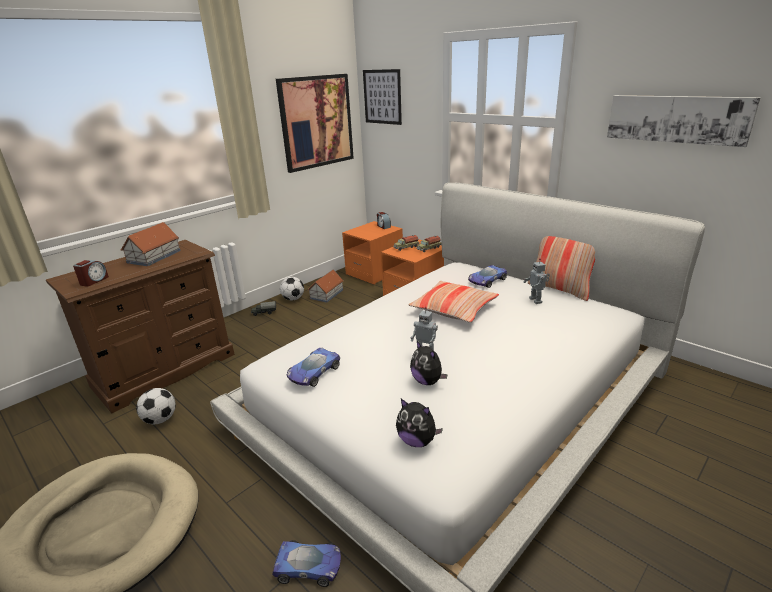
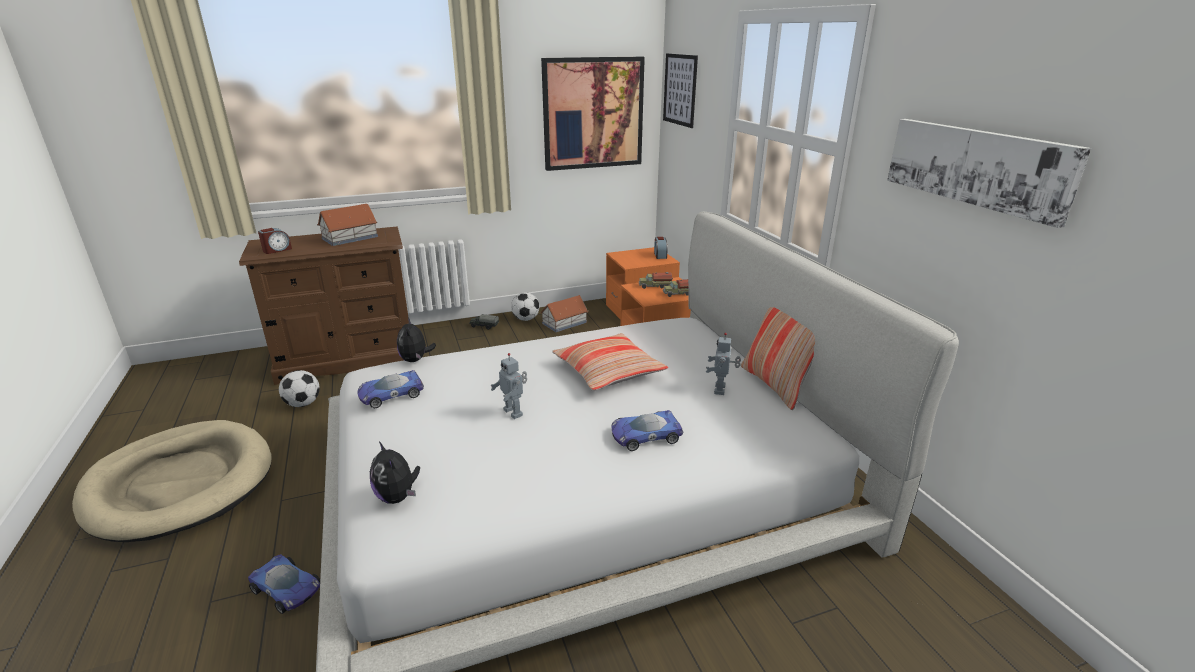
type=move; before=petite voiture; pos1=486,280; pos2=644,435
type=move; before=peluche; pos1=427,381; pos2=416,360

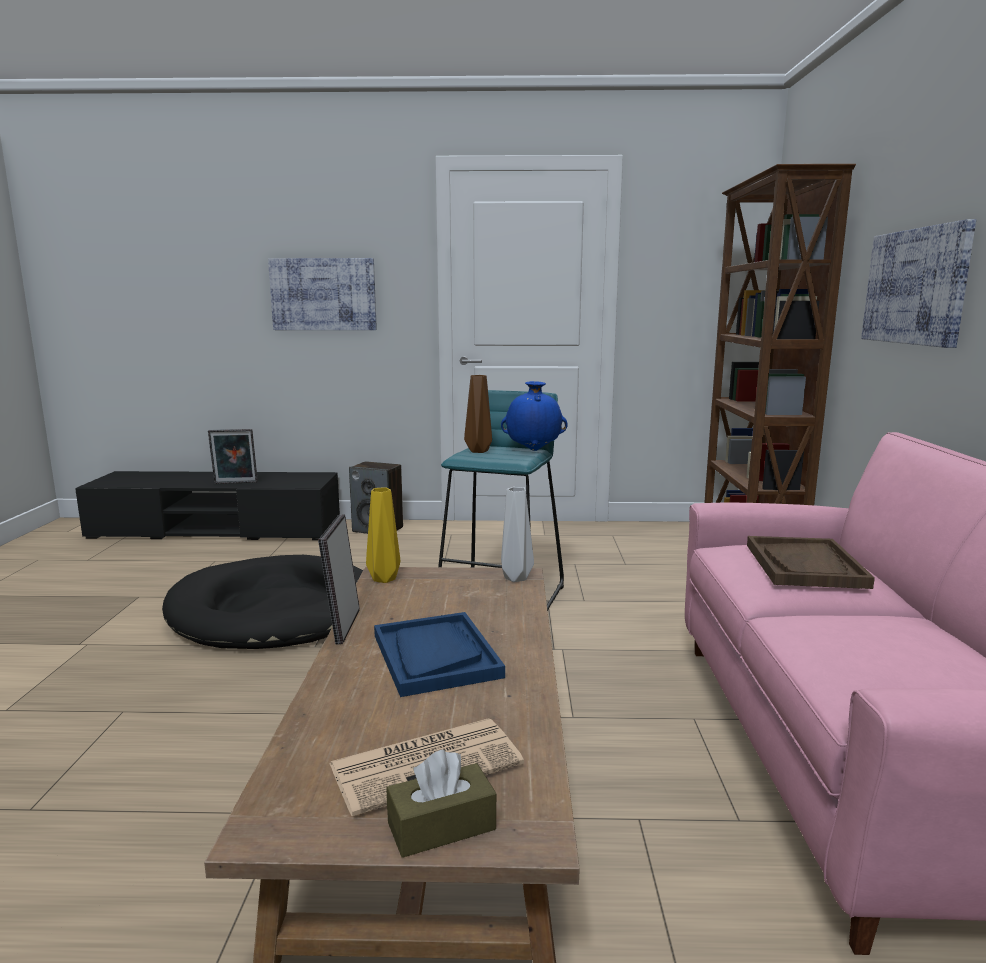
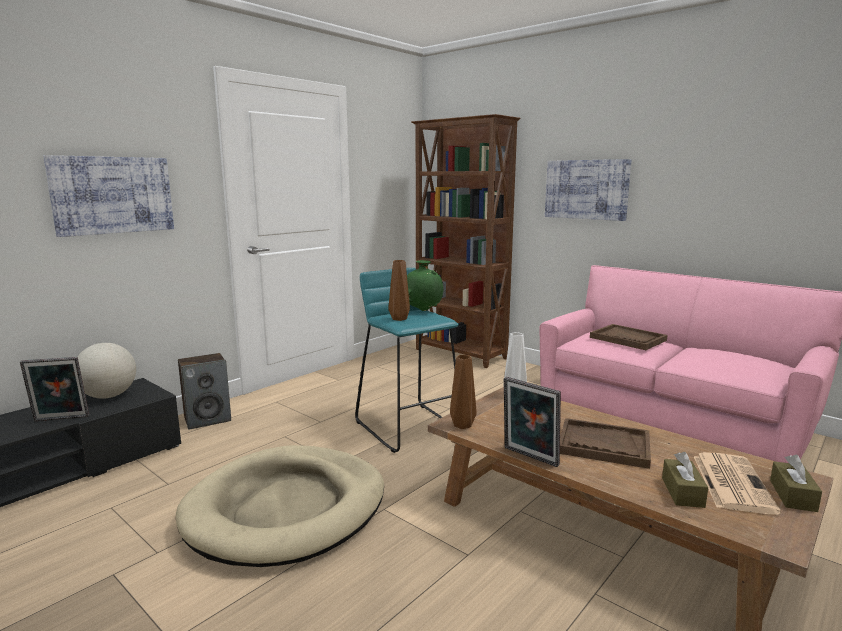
type=recolor; before=vase/bleu; after=vase/vert; pos1=534,450; pos2=423,310
type=rotate; before=cadre photo; pos1=235,483; pos2=60,419; turn=45
type=recolor; before=vase/jaune; after=vase/marron; pos1=383,579; pos2=463,426
type=recolor; before=panier pour chien/noir; after=panier pour chien/beige; pos1=276,611; pos2=287,509
type=recolor; before=plateau/bleu; after=plateau/marron; pos1=435,656; pos2=603,445
type=insert; after=globe; pos2=108,396
type=insert; after=boîte à mouchoirs/marron; pos2=682,492

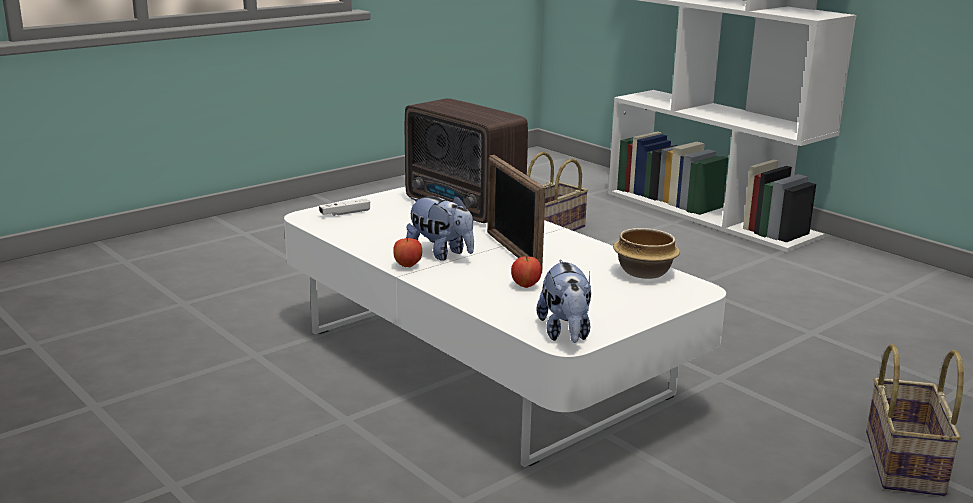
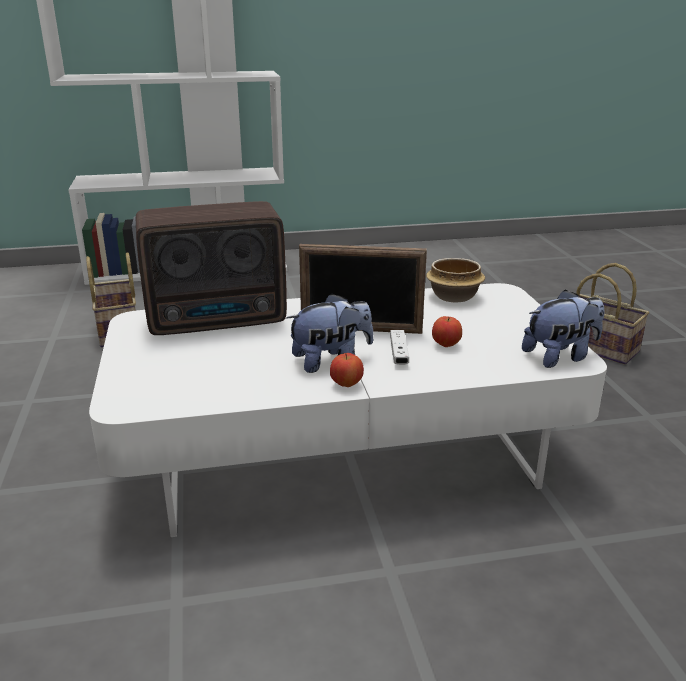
type=move; before=manette/blanc; pos1=345,213; pos2=399,354
type=rotate; before=peluche; pos1=565,333; pos2=560,356; turn=-45

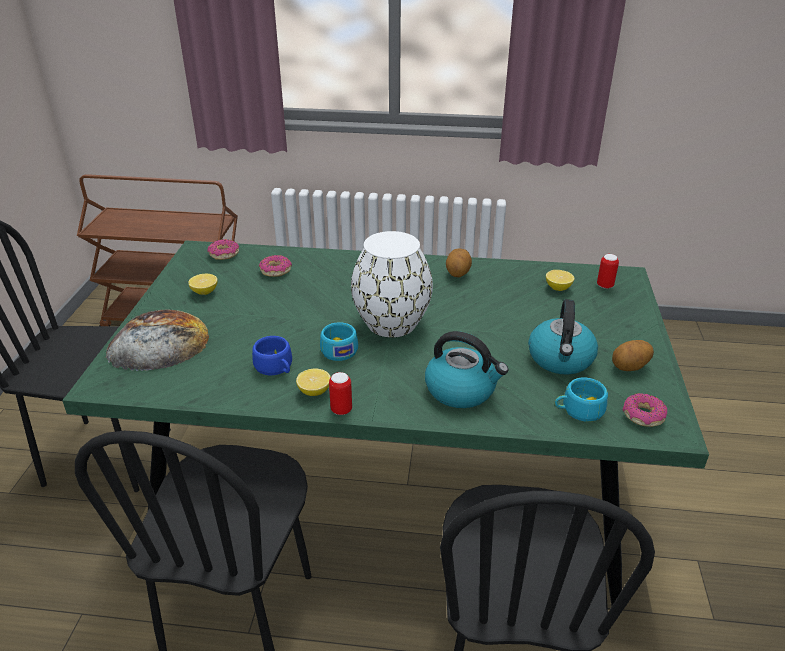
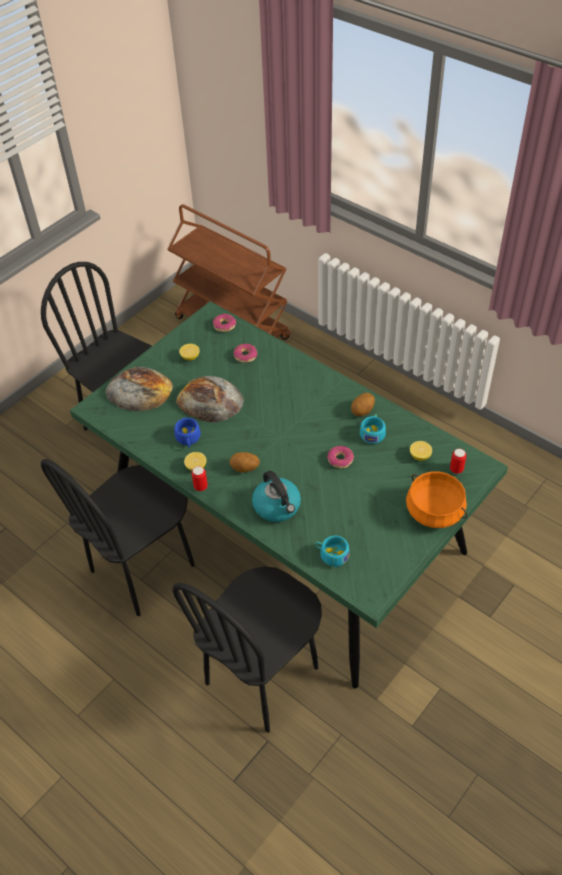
type=delete; before=vase/blanc; pos1=392,324
type=delete; before=bouilloire; pos1=561,359
type=move; before=tasse/turquoise; pos1=338,349; pos2=372,433
type=move; before=pomme de terre; pos1=630,367; pos2=245,468
type=move; before=beignet; pos1=643,416; pos2=340,460
type=insert; after=pain; pos2=210,400
type=insert; after=marmite/orange; pos2=435,511

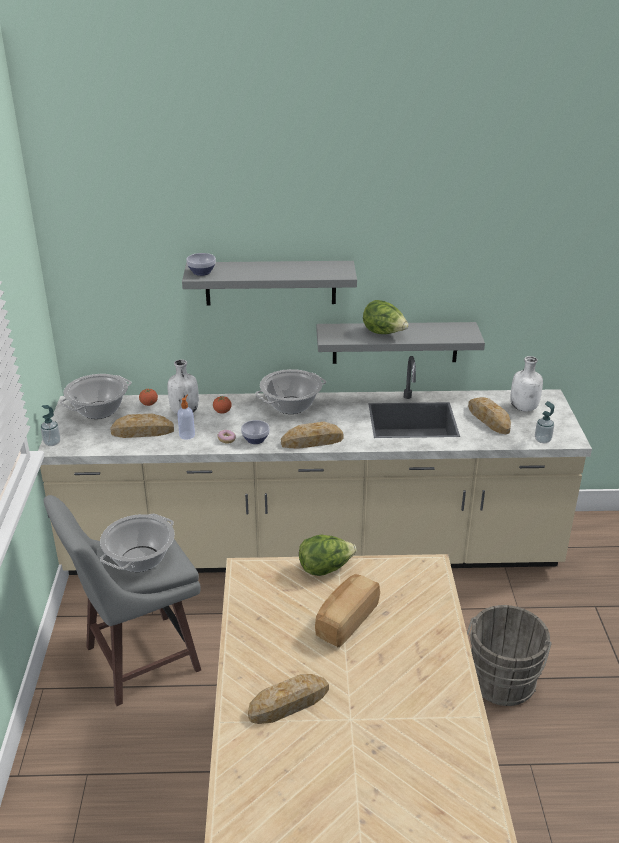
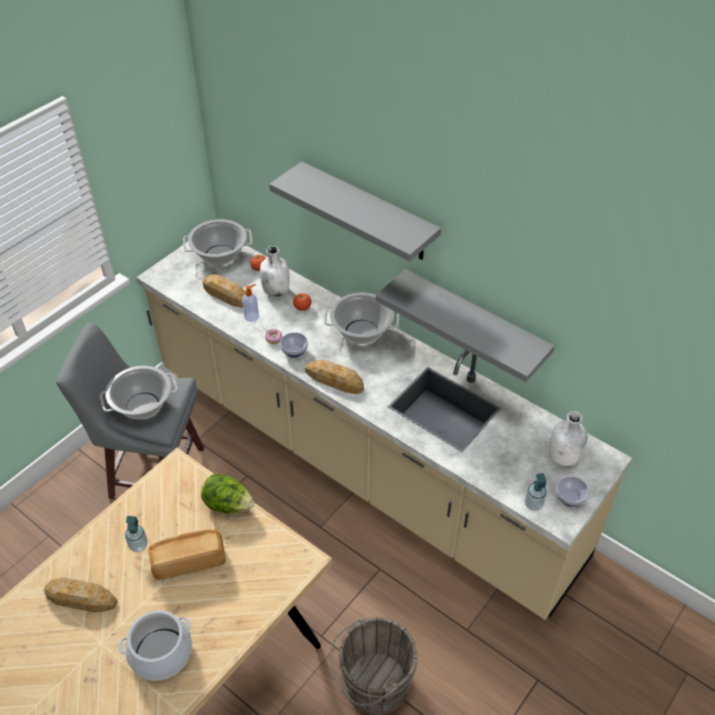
type=move; before=bol; pos1=202,272; pos2=570,498
type=delete; before=laitue; pos1=384,333
type=delete; before=pain; pos1=489,419
type=move; before=distributeur de savon; pos1=52,443; pos2=138,545
type=insert; after=marmite; pos2=161,653

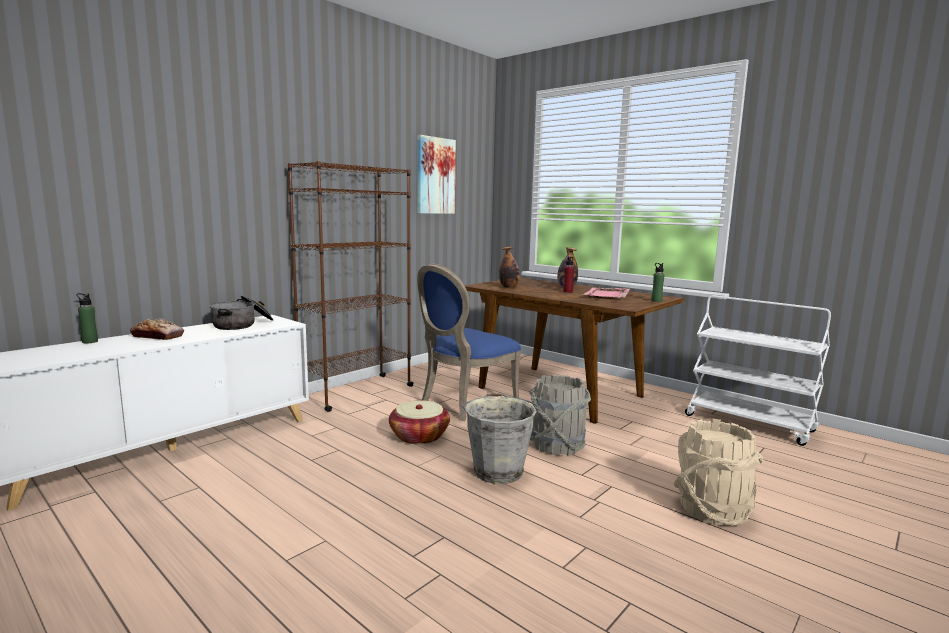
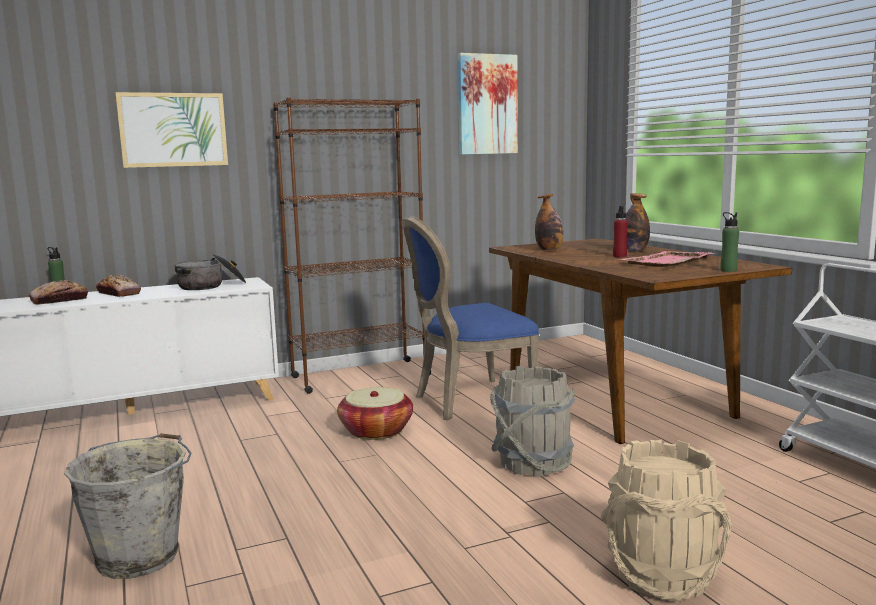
type=move; before=seau/gris; pos1=498,471; pos2=140,556
type=insert; after=tableau; pos2=173,130
type=insert; after=pain; pos2=59,300

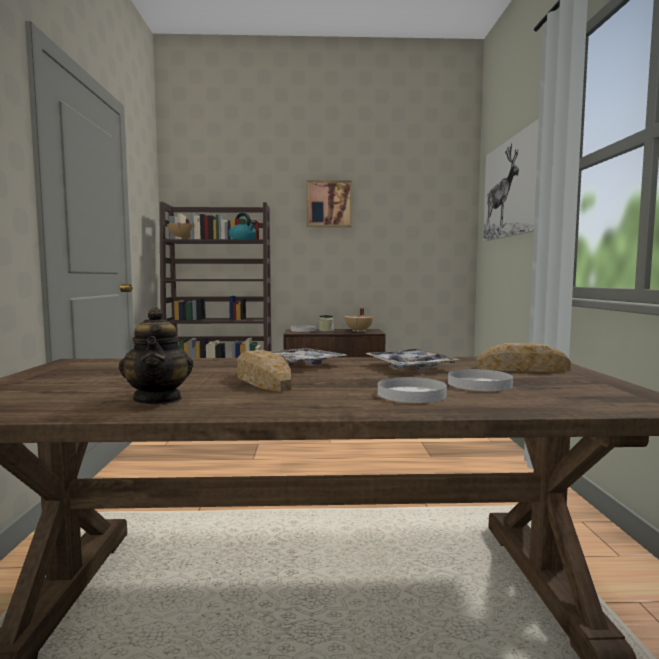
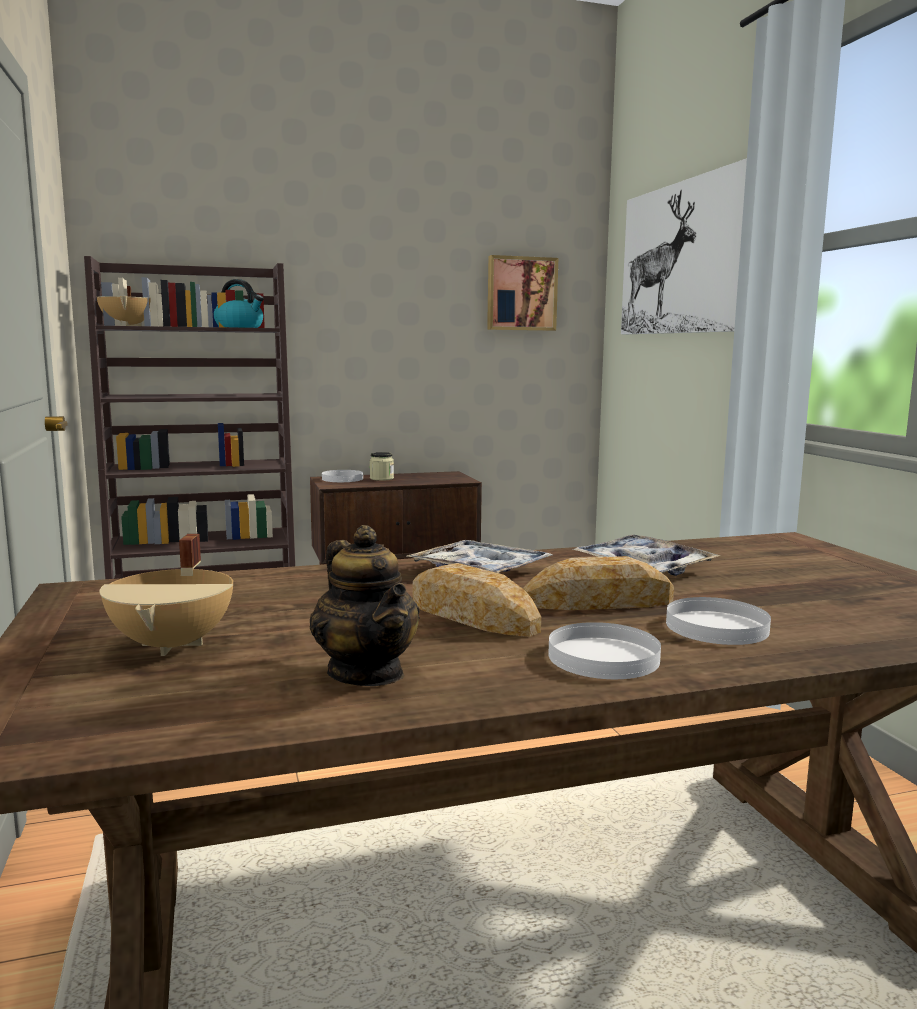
type=move; before=tableau; pos1=329,204; pos2=521,294
type=move; before=marmite/beige; pos1=359,331; pos2=175,644
type=move; before=pain; pos1=522,368; pos2=598,601
type=move; before=assiette/blanc; pos1=479,384; pos2=603,657

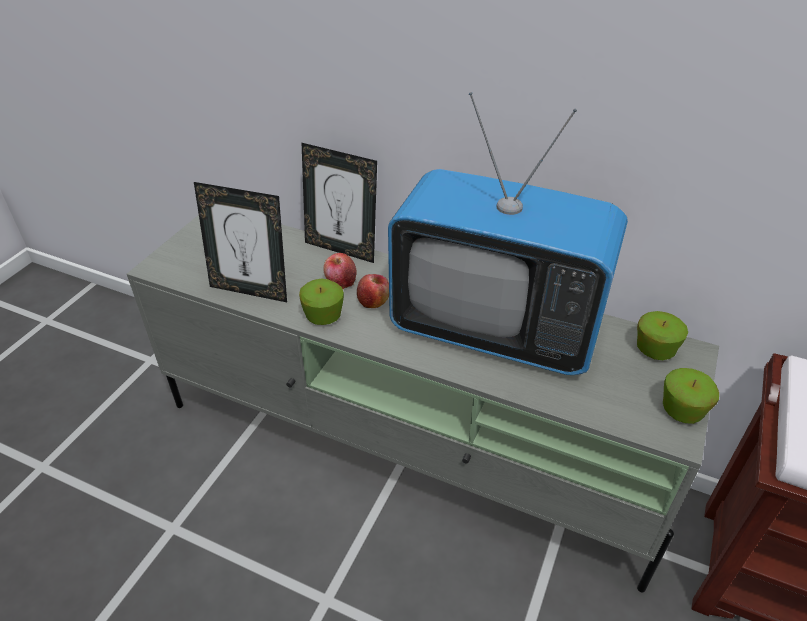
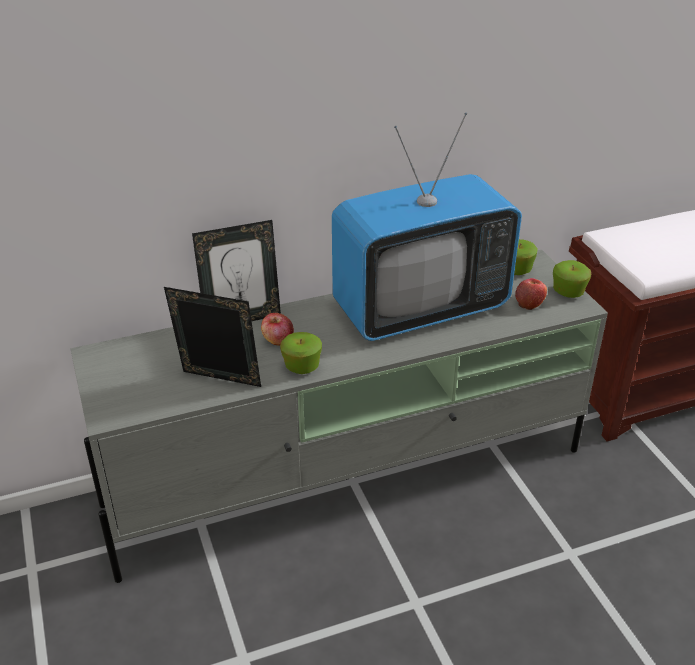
type=rotate; before=cadre photo; pos1=251,290; pos2=219,383; turn=-135
type=move; before=pomme; pos1=373,302; pos2=529,303

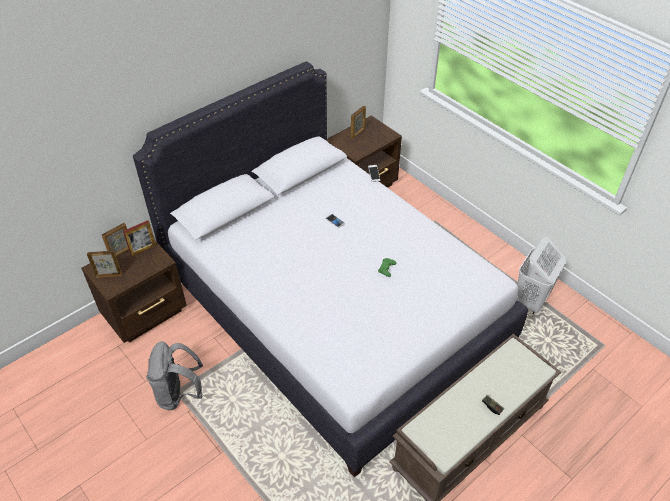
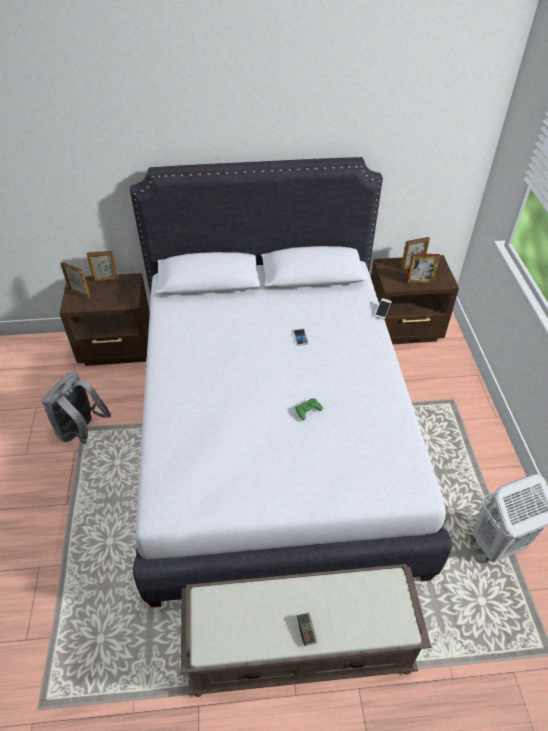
type=move; before=cadre photo; pos1=143,250; pos2=420,282

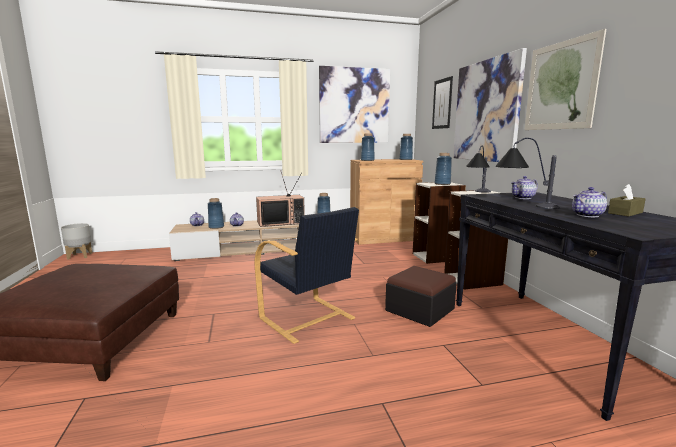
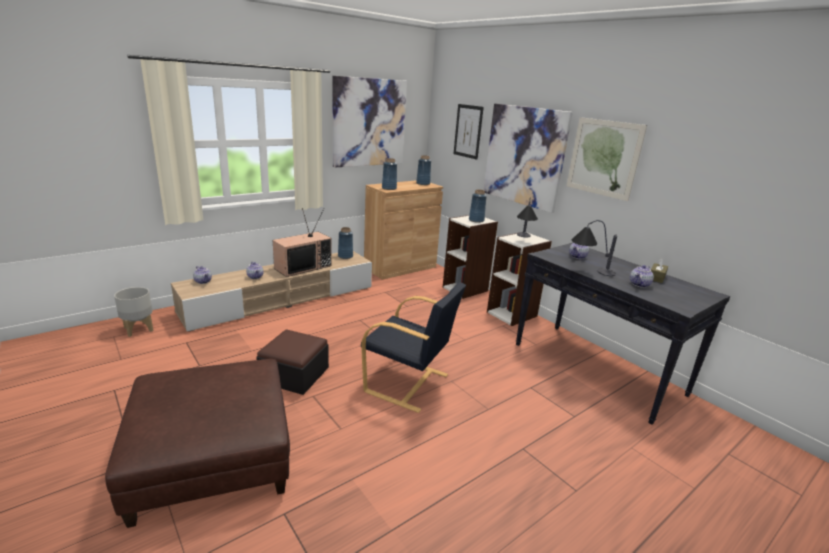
type=delete; before=vase/bleu; pos1=216,227
type=move; before=cache-pot/gris; pos1=80,256; pos2=139,329
type=move; before=pouf; pos1=420,310; pos2=294,375

